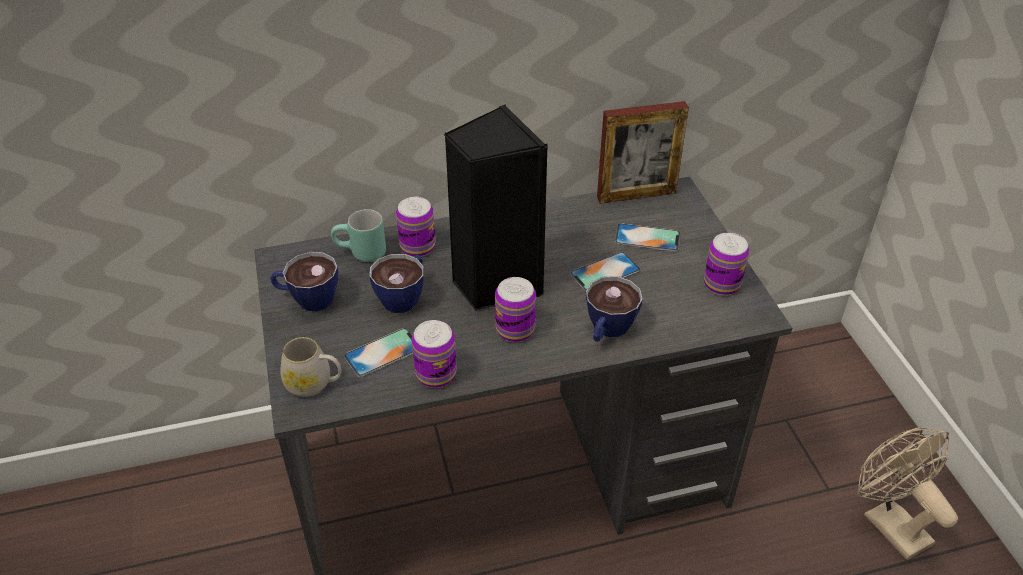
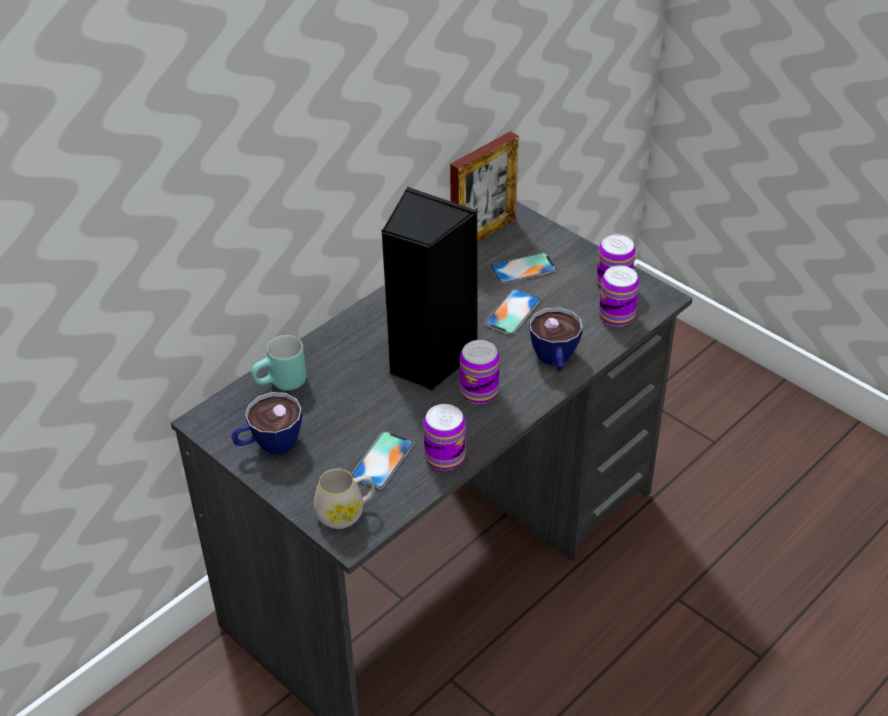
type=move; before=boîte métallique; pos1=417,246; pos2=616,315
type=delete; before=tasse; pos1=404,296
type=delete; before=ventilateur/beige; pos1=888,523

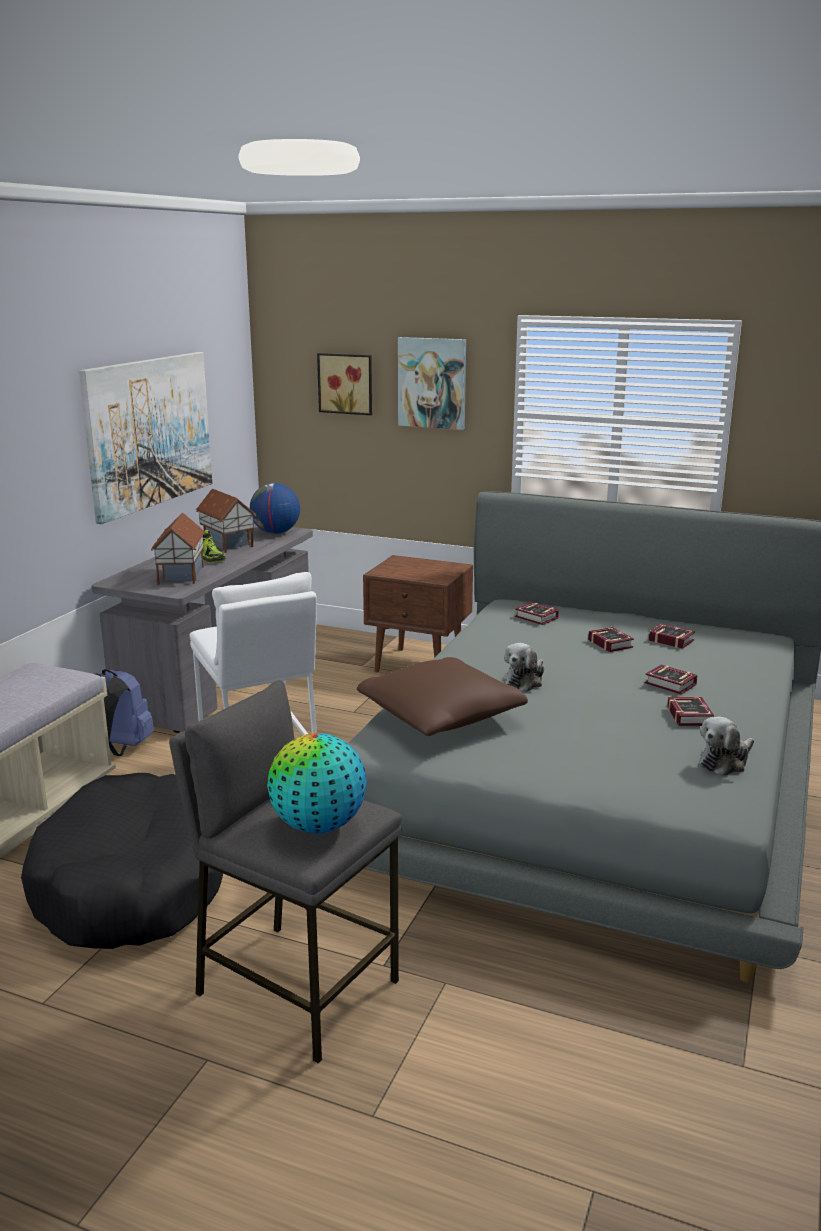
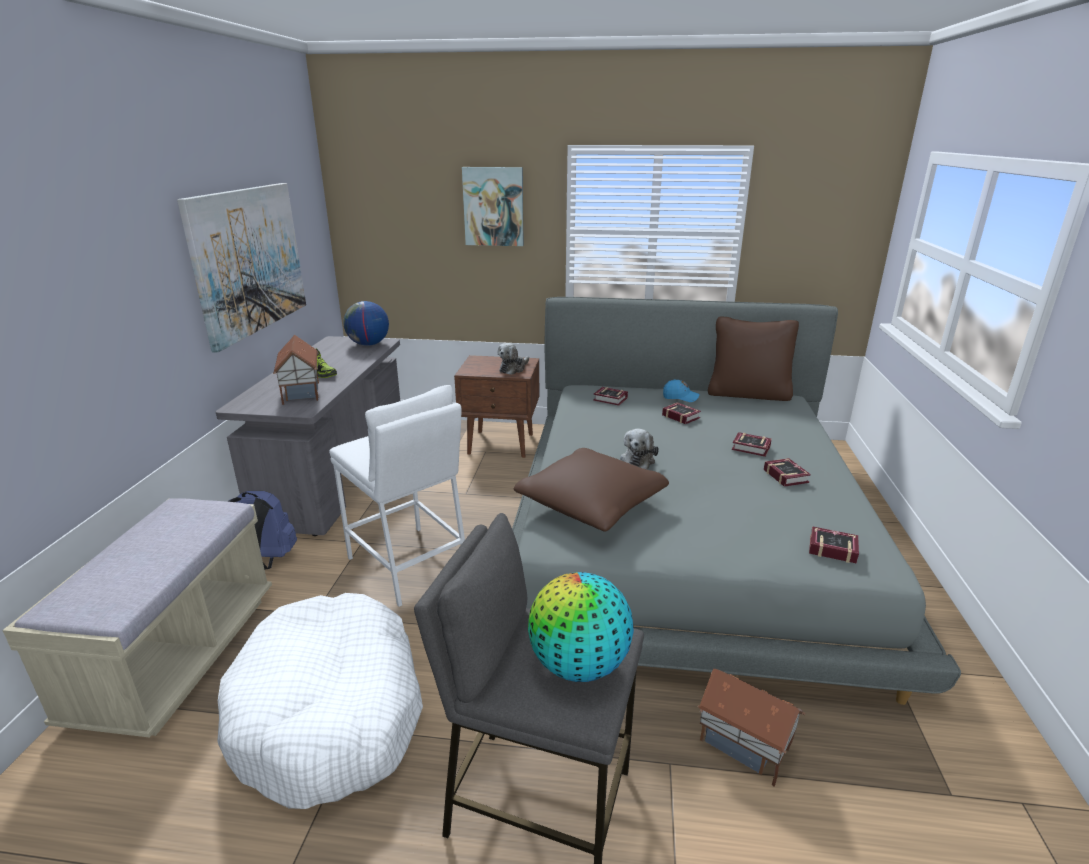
type=delete; before=tableau; pos1=346,383
type=move; before=maison miniature; pos1=226,544; pos2=743,747
type=move; before=livre; pos1=670,639; pos2=830,548
type=move; before=peluche; pos1=725,761; pos2=513,369
type=recolor; before=panier pour chien/noir; after=panier pour chien/blanc; pos1=133,884; pos2=330,713
type=insert; after=coussin/marron; pos2=748,394
type=insert; after=casquette/bleu; pos2=680,397

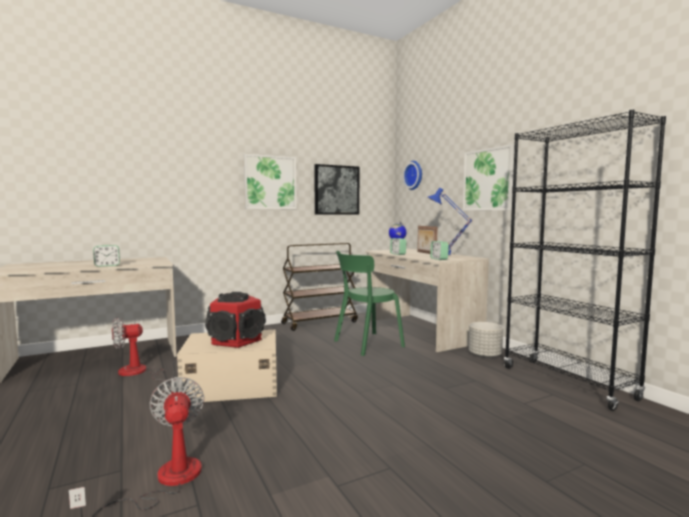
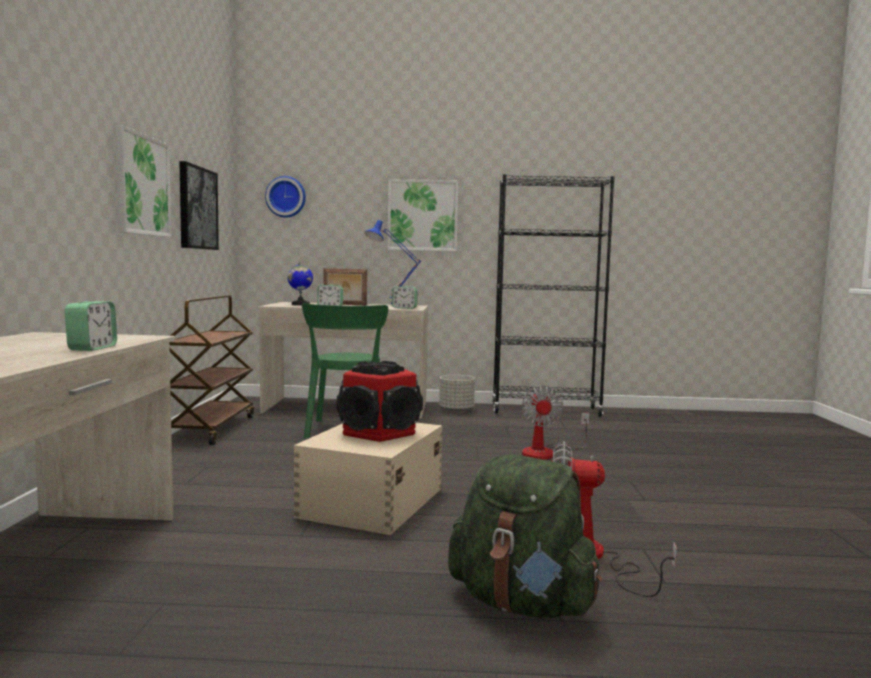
type=move; before=ventilateur; pos1=140,372; pos2=546,452
type=insert; after=sac à dos/vert; pos2=522,603

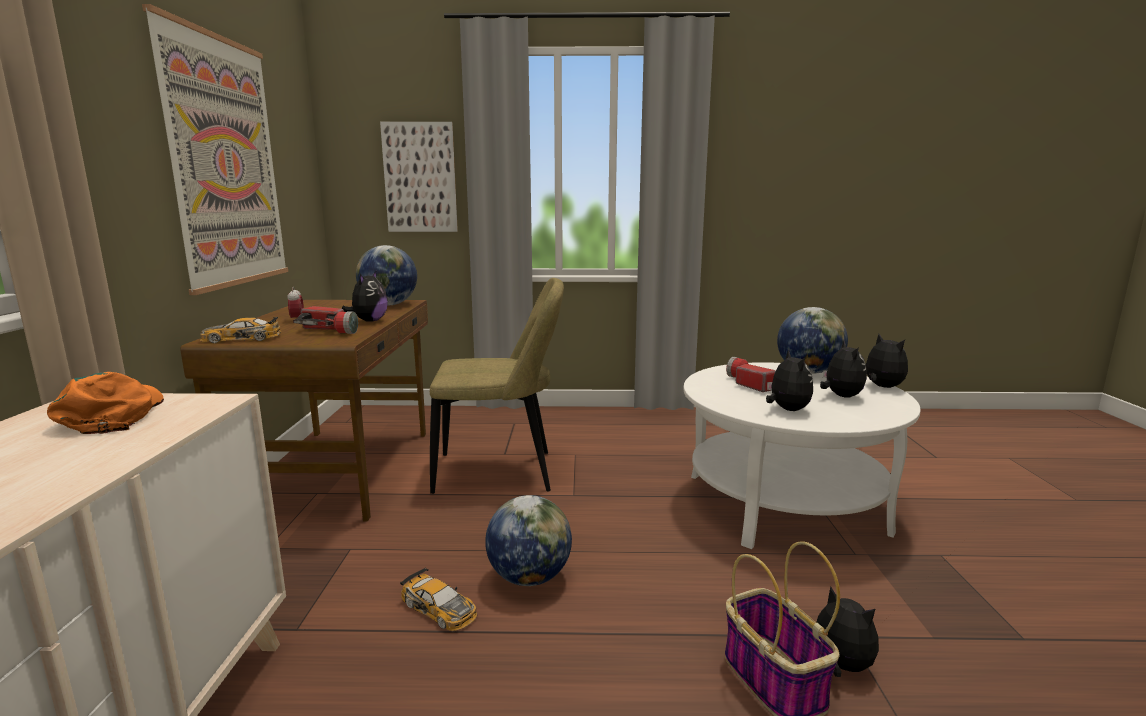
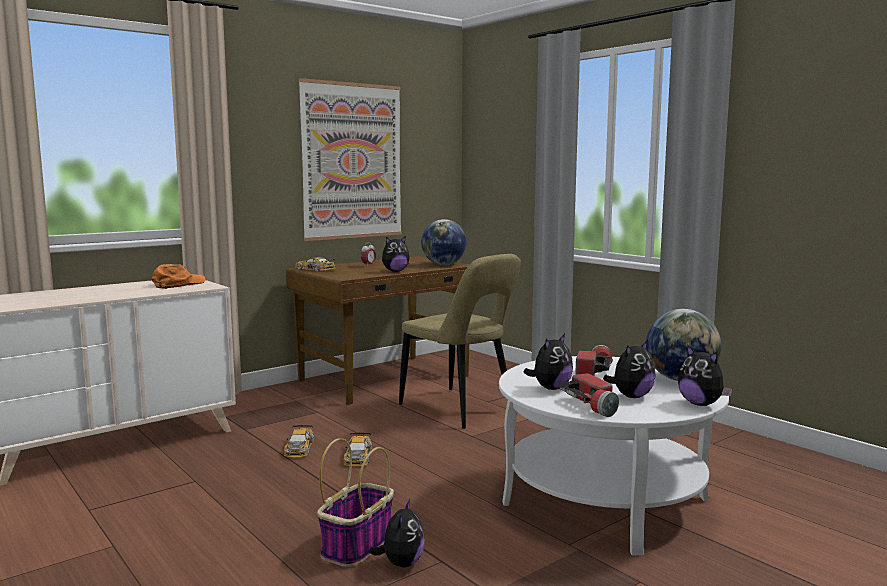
type=delete; before=tableau; pos1=420,178
type=move; before=lampe de poche; pos1=330,331; pos2=592,406
type=rotate; before=peluche; pos1=881,387; pos2=701,404; turn=120
type=replace; before=globe; after=petite voiture; pos1=529,577; pos2=358,456

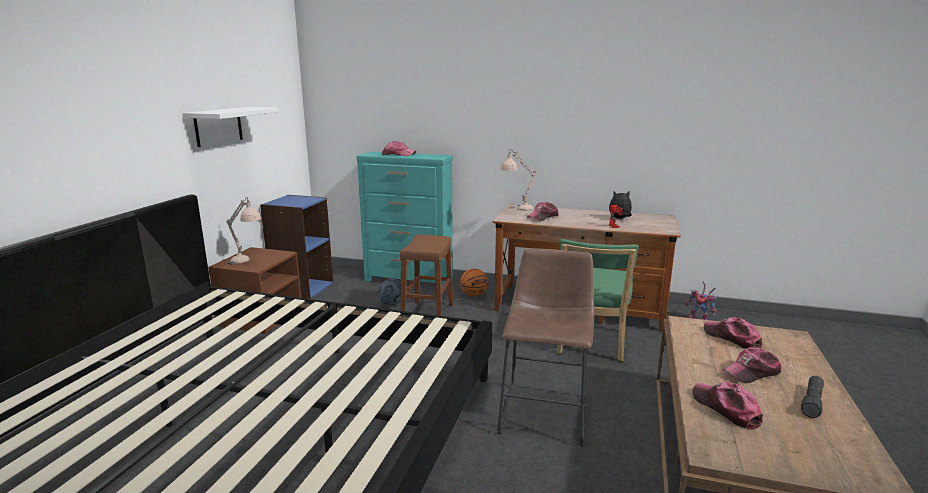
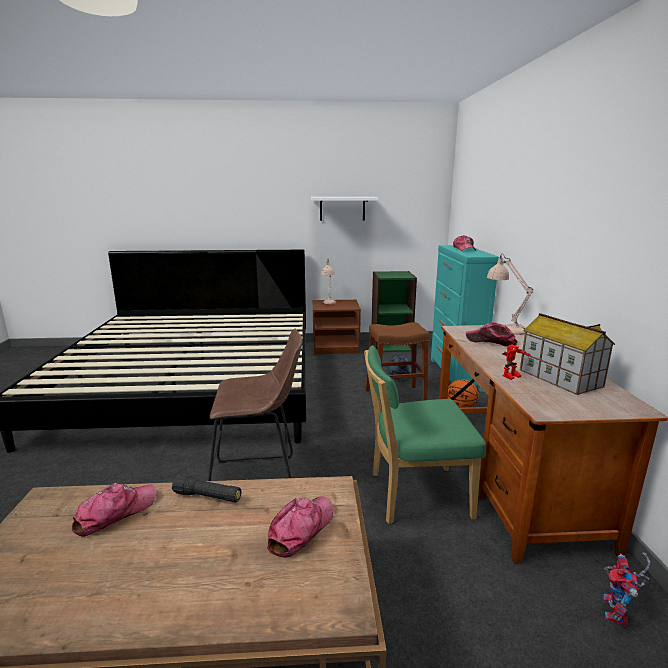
type=replace; before=peluche; after=maison miniature; pos1=619,219; pos2=559,378
type=recolor; before=bibliothèque/bleu; after=bibliothèque/vert; pos1=302,288; pos2=391,345
type=delete; before=casquette; pos1=752,372
type=move; before=lampe de poche/noir; pos1=812,402; pos2=207,497

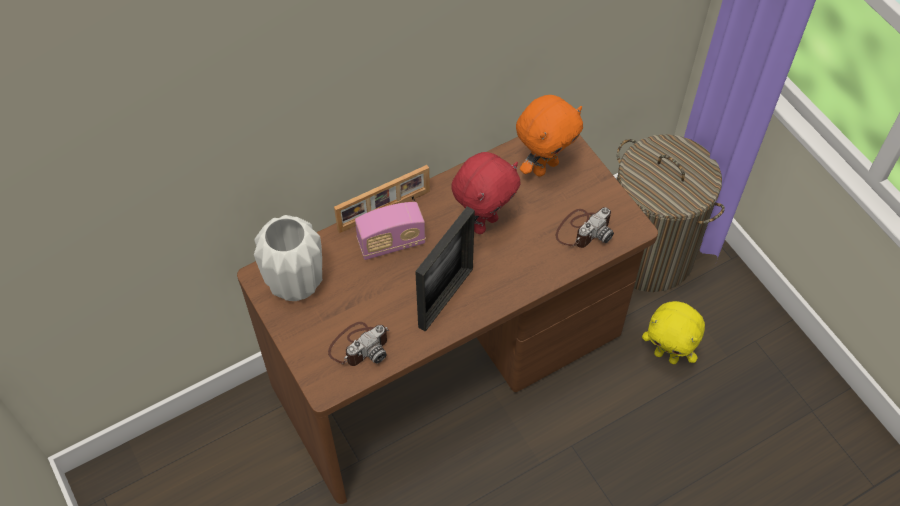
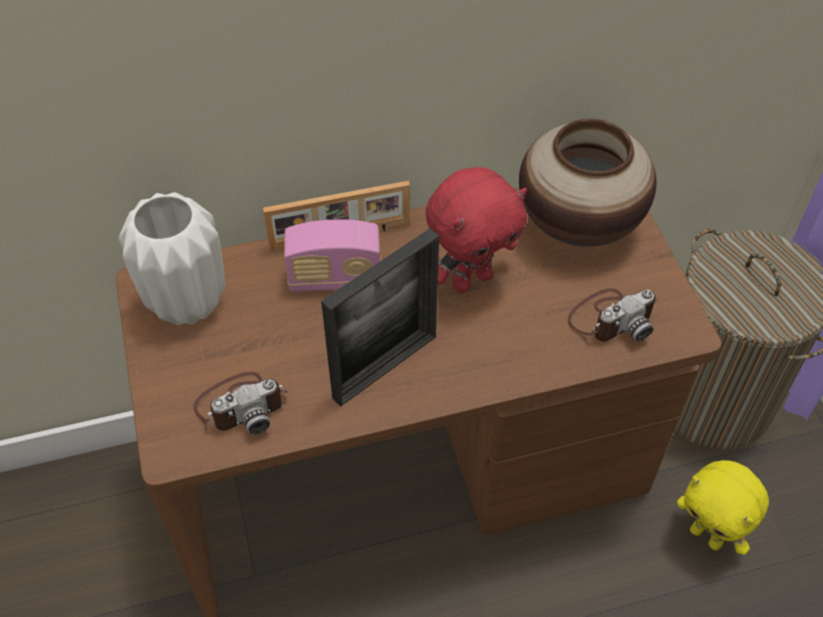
type=replace; before=peluche/orange; after=vase; pos1=544,166; pos2=578,224

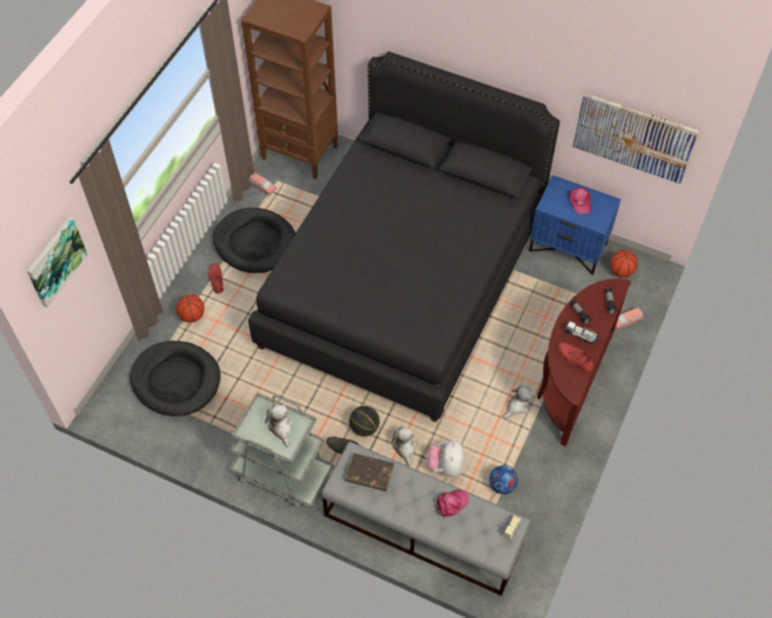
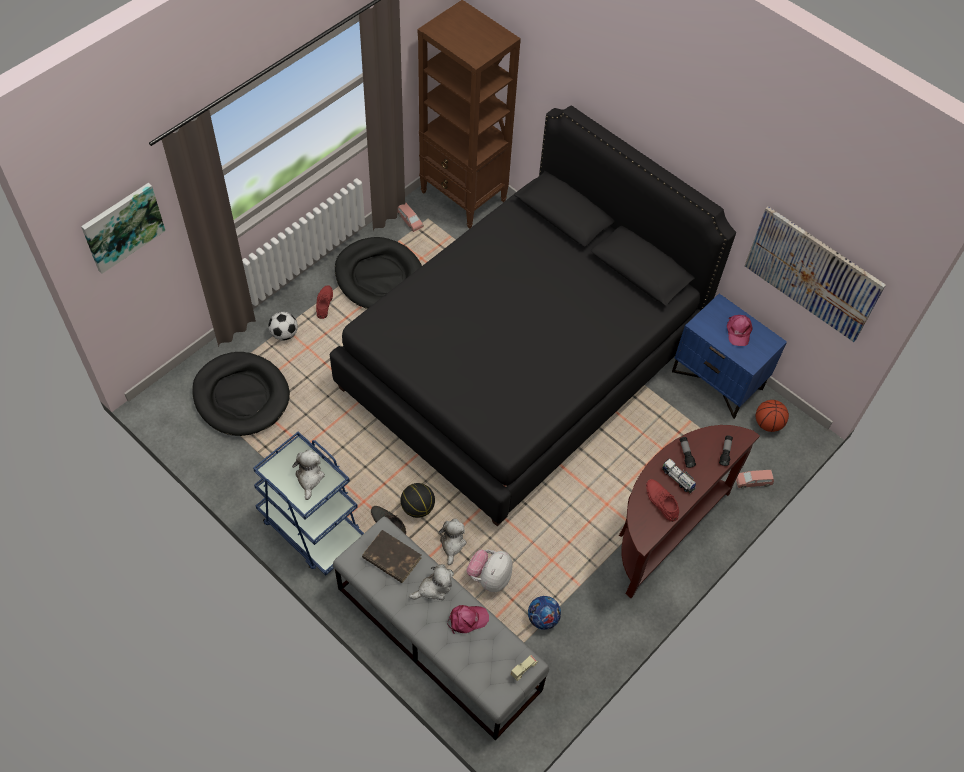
type=replace; before=ballon de basket; after=ballon de foot; pos1=192,316; pos2=284,334
type=move; before=peluche; pos1=517,406; pos2=434,588
type=recolor; before=chariot/gris; after=chariot/bleu; pos1=282,473; pos2=312,528

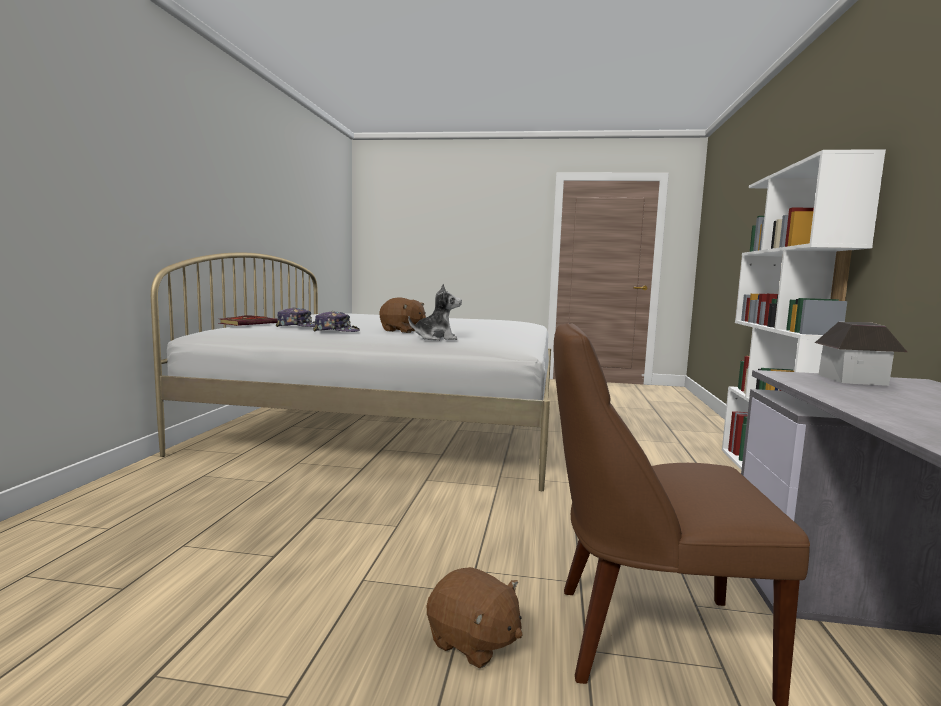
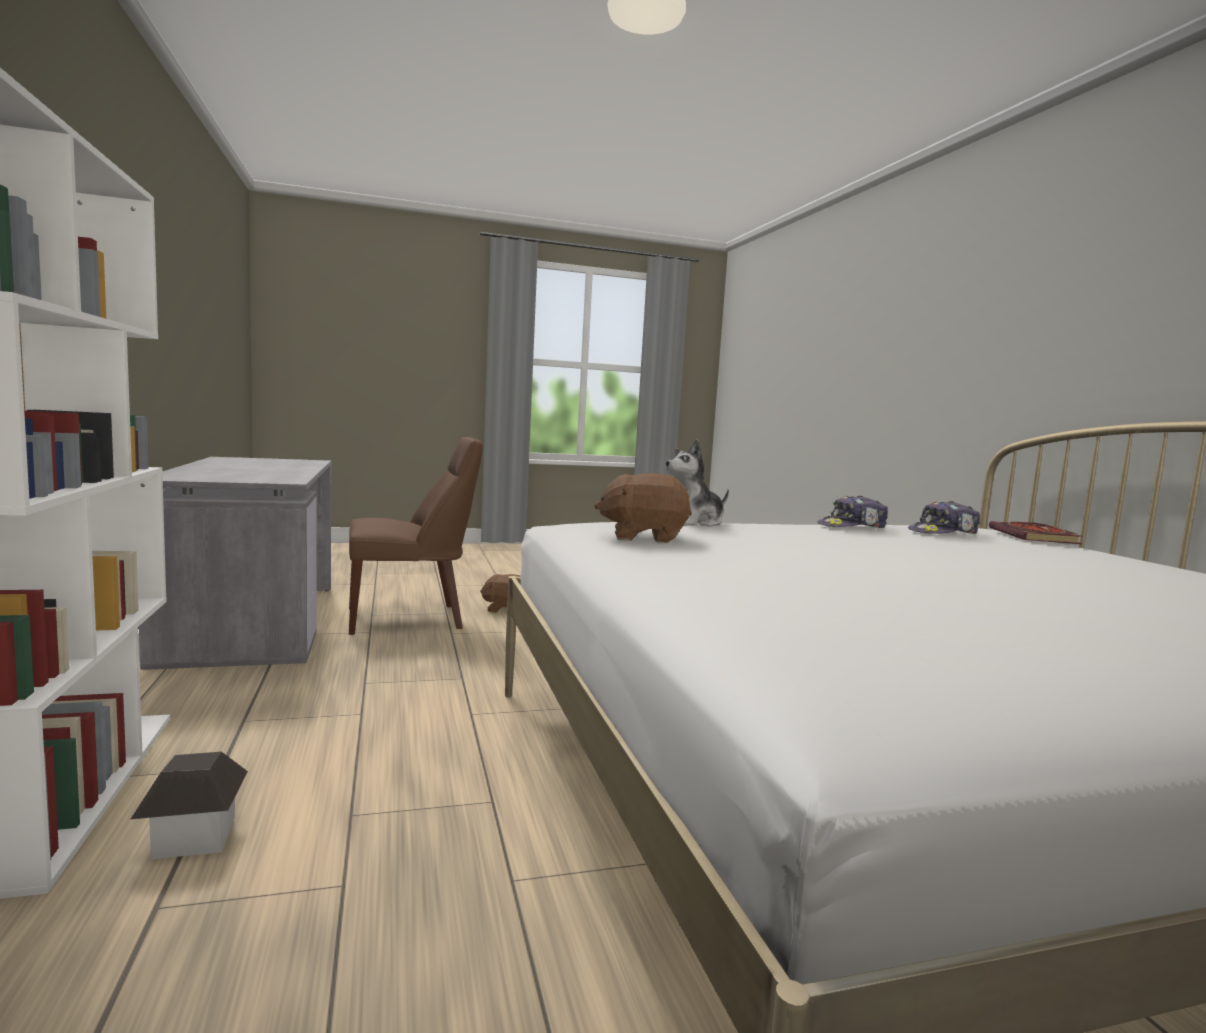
type=move; before=peluche/marron; pos1=402,331; pos2=643,537
type=move; before=maison miniature; pos1=853,380; pos2=194,836

